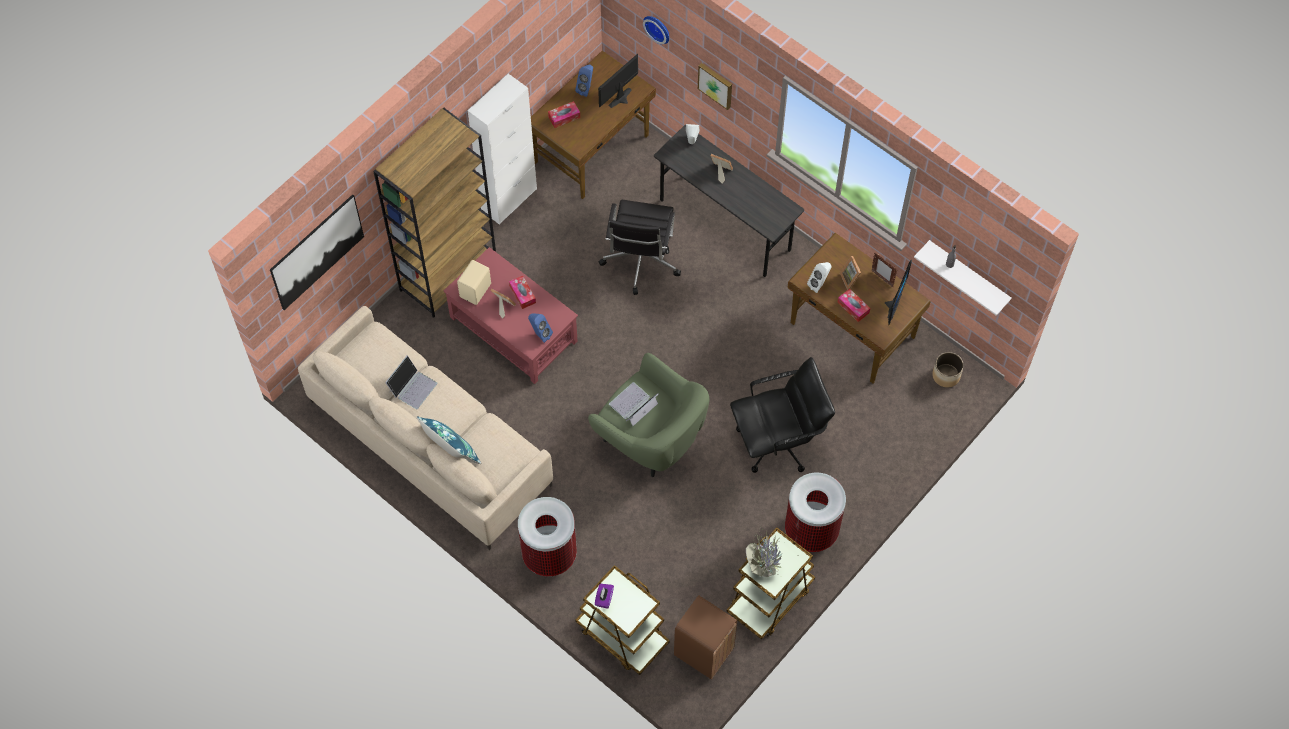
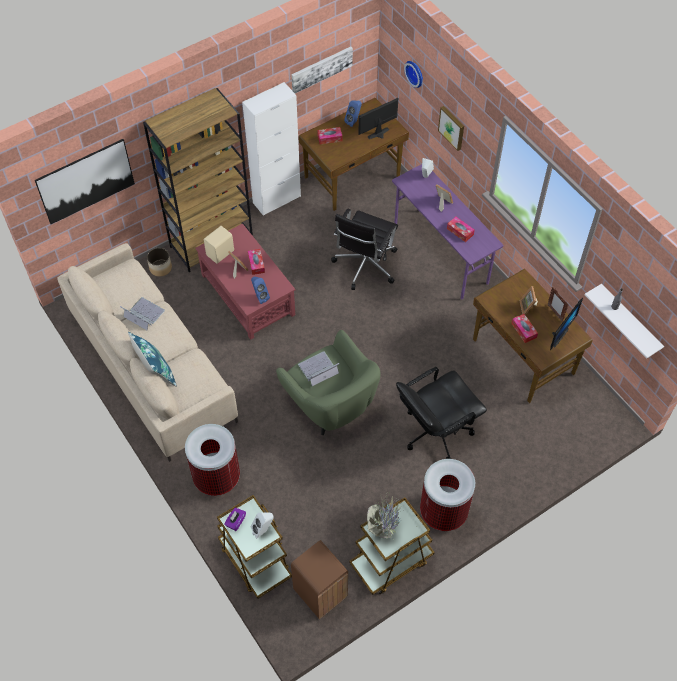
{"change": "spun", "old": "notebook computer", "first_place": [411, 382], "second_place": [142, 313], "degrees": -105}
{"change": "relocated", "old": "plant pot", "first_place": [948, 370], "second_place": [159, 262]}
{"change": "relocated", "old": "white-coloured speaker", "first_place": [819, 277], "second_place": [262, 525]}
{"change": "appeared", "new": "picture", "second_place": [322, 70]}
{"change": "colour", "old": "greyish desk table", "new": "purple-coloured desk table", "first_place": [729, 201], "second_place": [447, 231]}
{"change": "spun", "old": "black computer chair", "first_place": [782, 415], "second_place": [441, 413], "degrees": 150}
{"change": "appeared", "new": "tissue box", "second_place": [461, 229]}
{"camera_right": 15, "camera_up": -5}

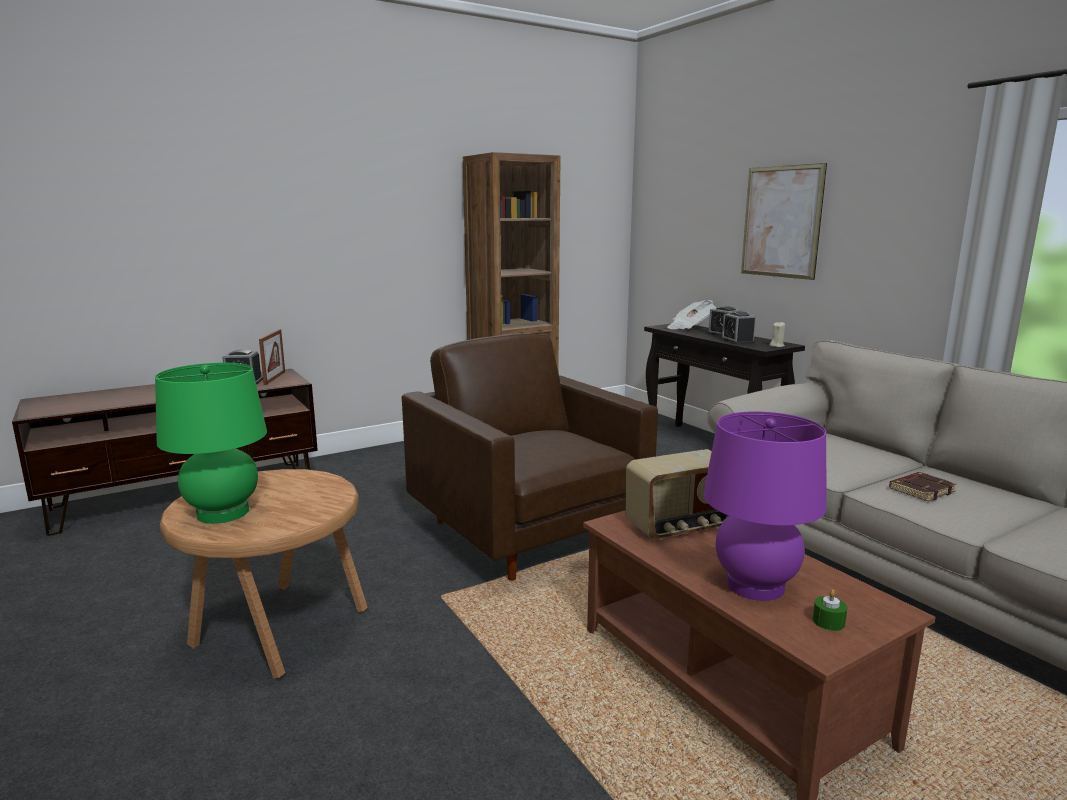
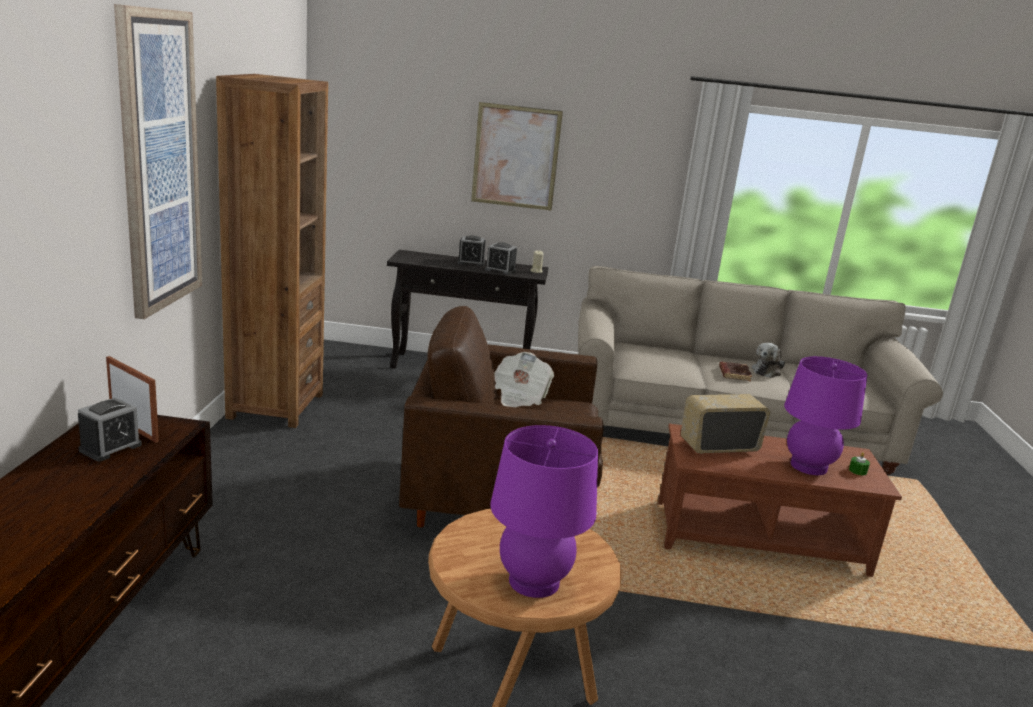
{"change": "appeared", "new": "picture", "second_place": [158, 161]}
{"change": "colour", "old": "greenish tabletop lamp", "new": "purple-coloured tabletop lamp", "first_place": [211, 443], "second_place": [544, 511]}
{"change": "relocated", "old": "daily paper", "first_place": [691, 314], "second_place": [524, 379]}
{"change": "spun", "old": "radio", "first_place": [677, 495], "second_place": [725, 424], "degrees": -120}
{"change": "appeared", "new": "soft toy", "second_place": [768, 360]}
{"camera_right": -55, "camera_up": 5}

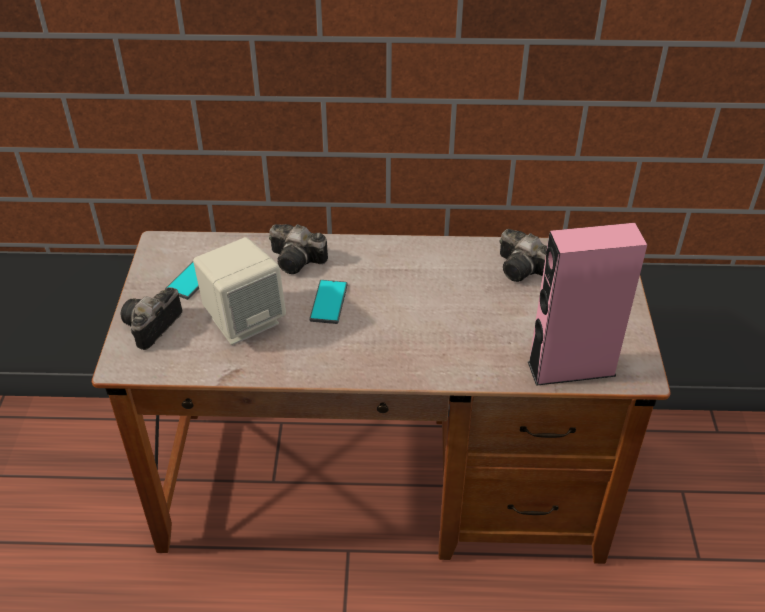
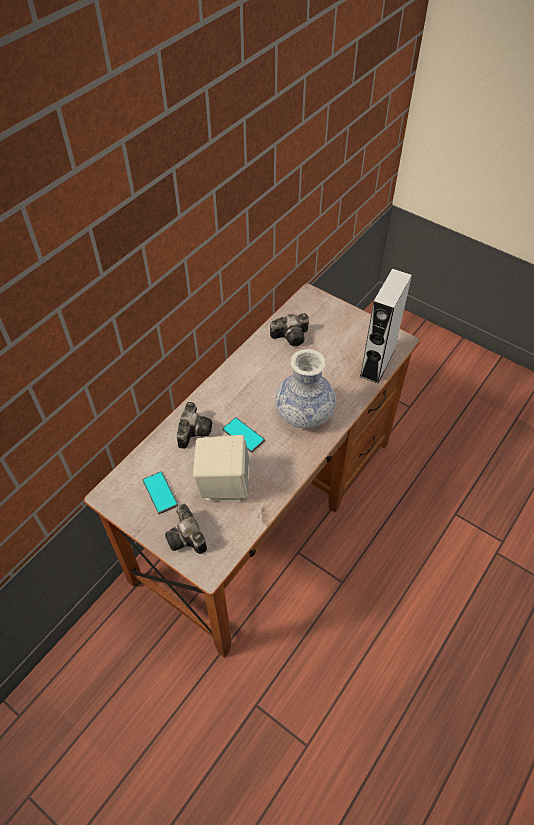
{"change": "spun", "old": "photo camera", "first_place": [298, 249], "second_place": [194, 425], "degrees": -45}
{"change": "appeared", "new": "flower vase", "second_place": [305, 389]}
{"change": "colour", "old": "pinkish speaker", "new": "greyish speaker", "first_place": [587, 304], "second_place": [386, 326]}
{"camera_right": -55, "camera_up": 10}

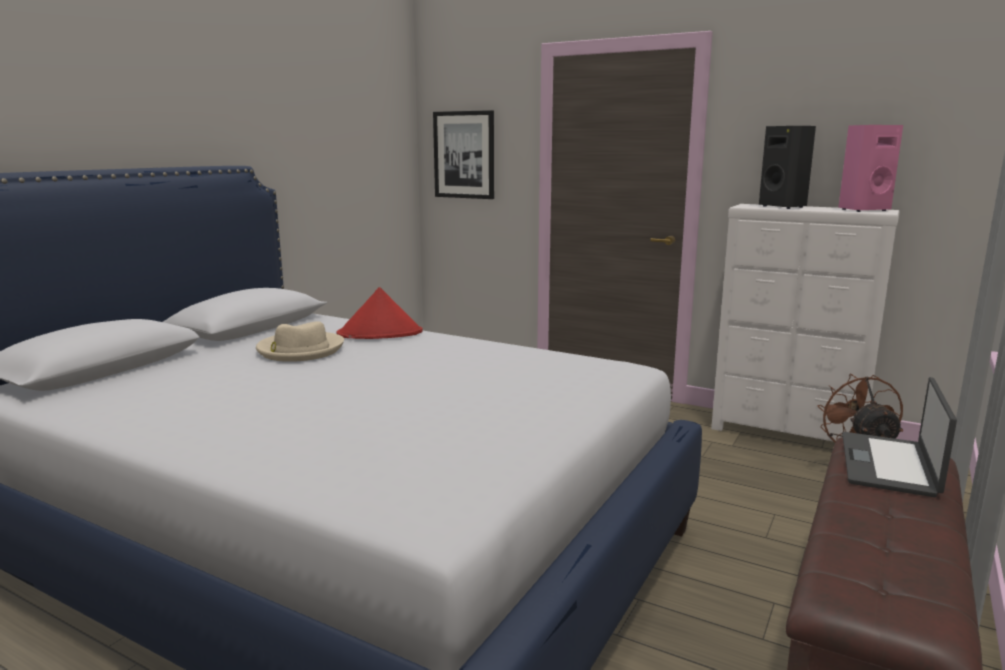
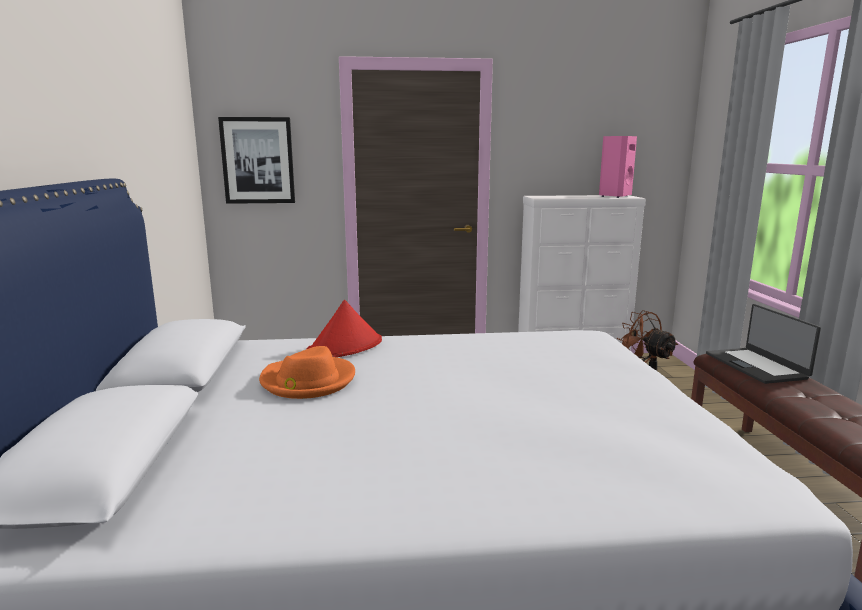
{"change": "colour", "old": "sand-coloured hat", "new": "orange hat", "first_place": [300, 341], "second_place": [307, 372]}
{"change": "missing", "old": "black speaker", "first_place": [787, 167]}
{"camera_right": -35, "camera_up": 0}

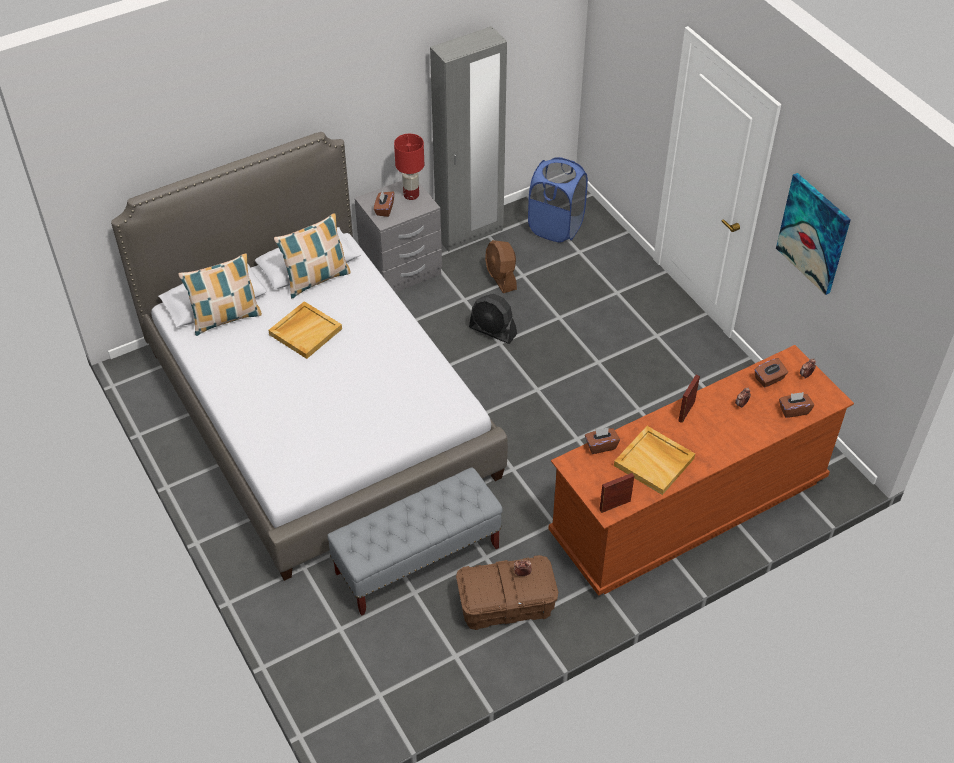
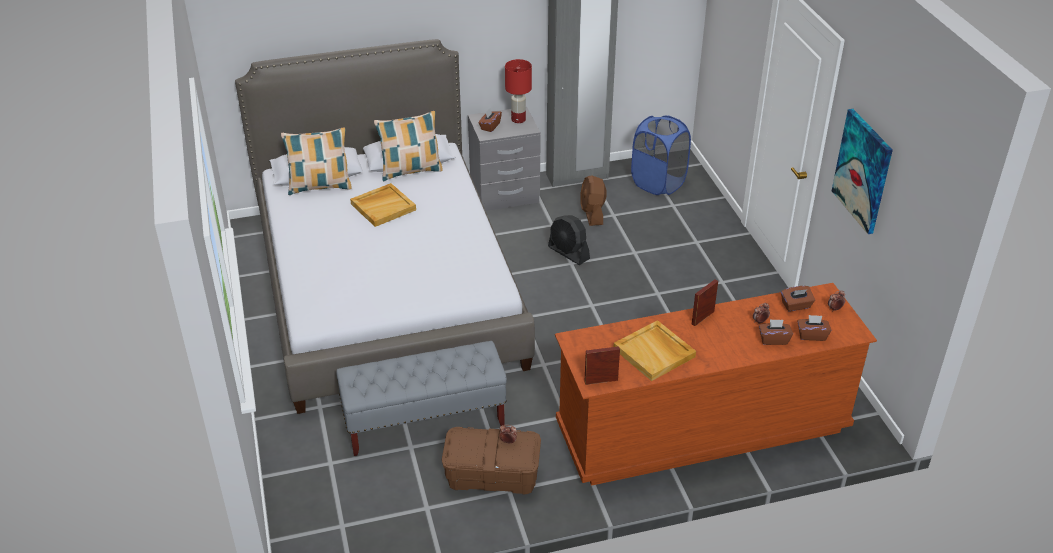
{"change": "relocated", "old": "brown tissue box", "first_place": [602, 440], "second_place": [776, 332]}
{"camera_right": 15, "camera_up": -10}

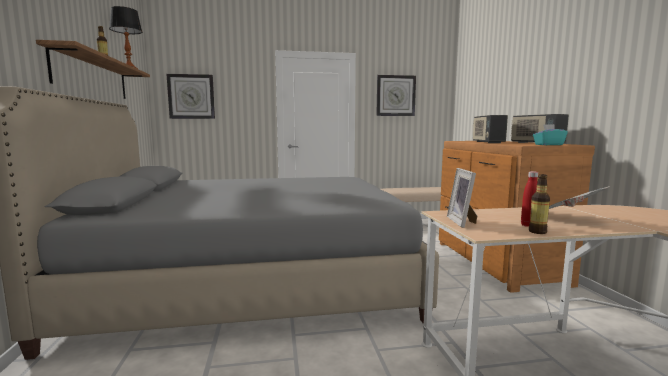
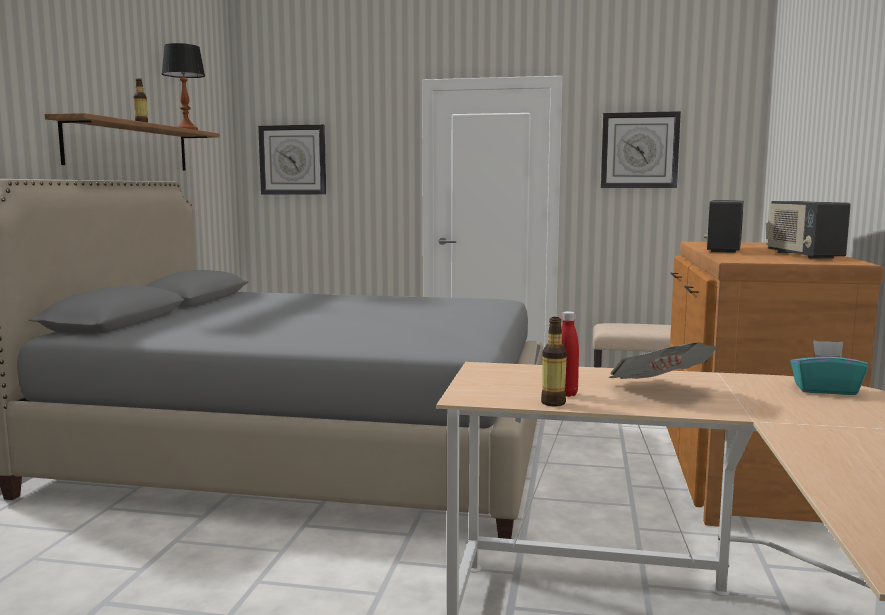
{"change": "relocated", "old": "turquoise tissue box", "first_place": [550, 134], "second_place": [829, 367]}
{"change": "missing", "old": "picture frame", "first_place": [462, 198]}
{"camera_right": 20, "camera_up": 0}

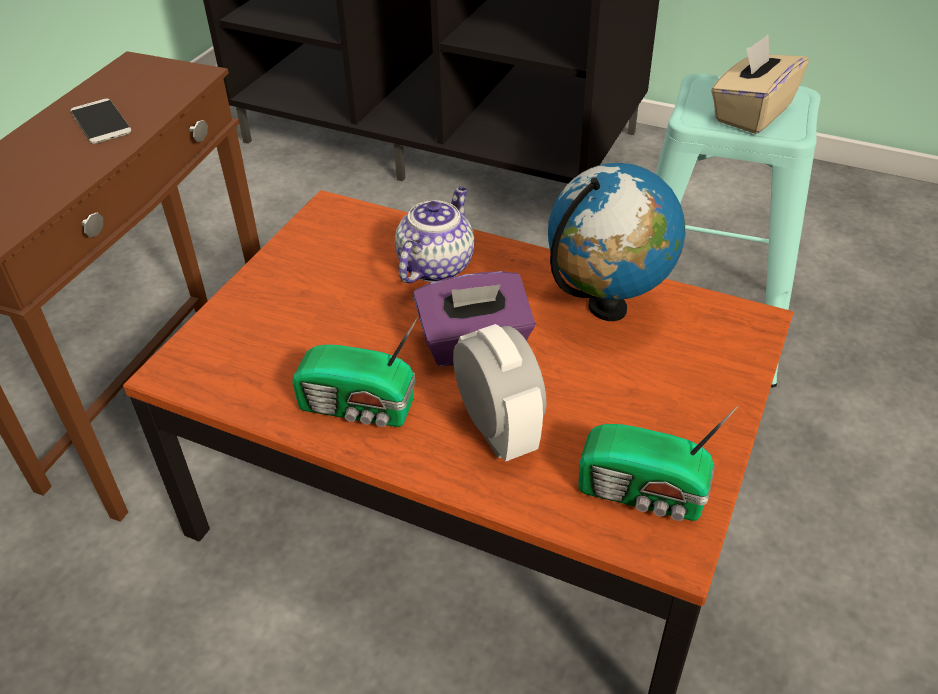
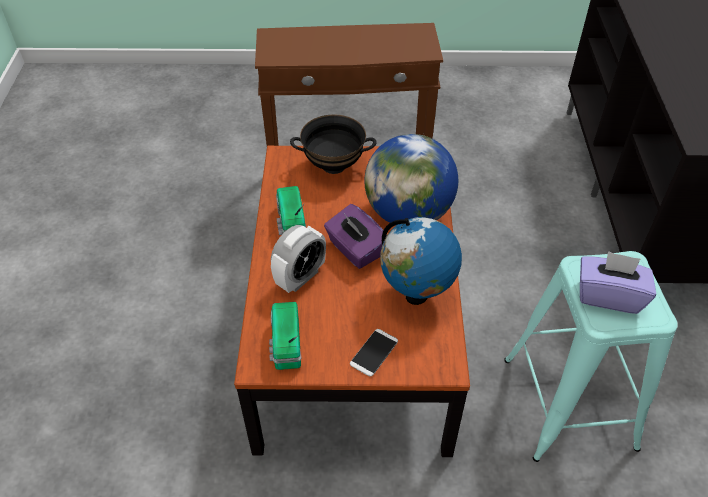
{"change": "appeared", "new": "black serving bowl", "second_place": [333, 144]}
{"change": "relocated", "old": "telephone", "first_place": [101, 121], "second_place": [374, 353]}
{"change": "exchanged", "old": "tea pot", "new": "world globe", "first_place": [434, 235], "second_place": [411, 179]}
{"change": "colour", "old": "sand-coloured tissue box", "new": "purple-coloured tissue box", "first_place": [760, 84], "second_place": [618, 282]}
{"camera_right": 65, "camera_up": 5}

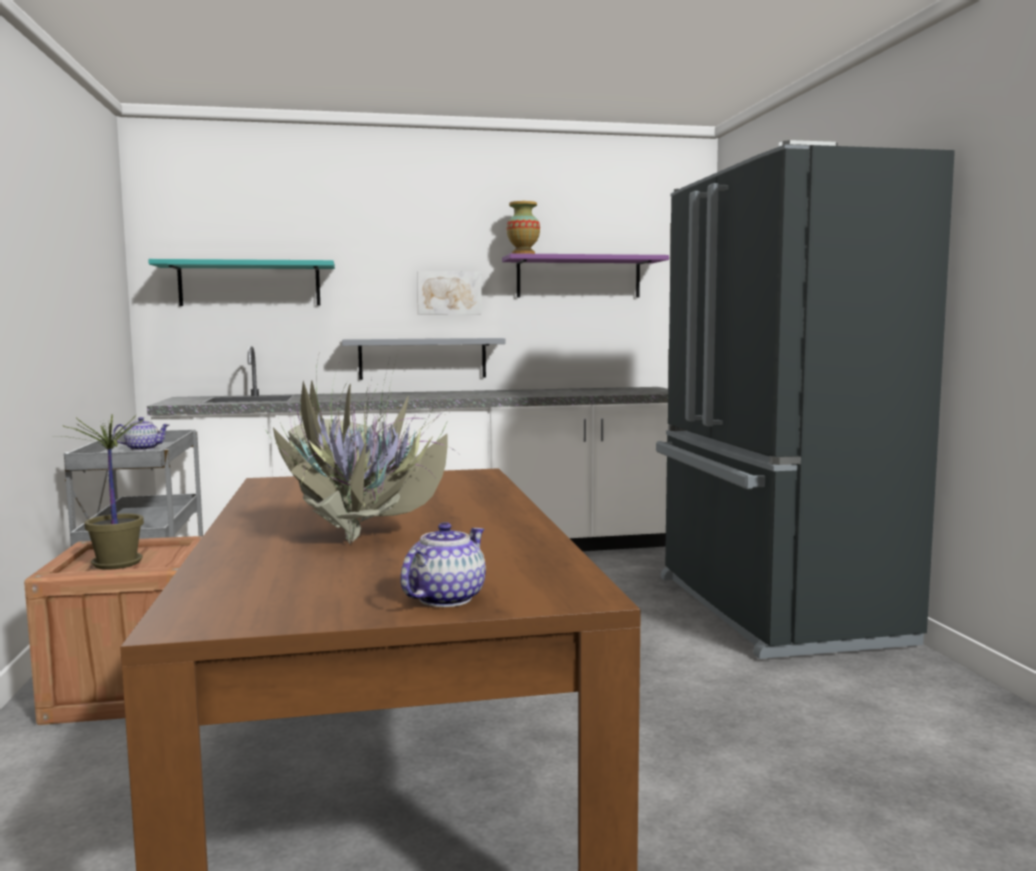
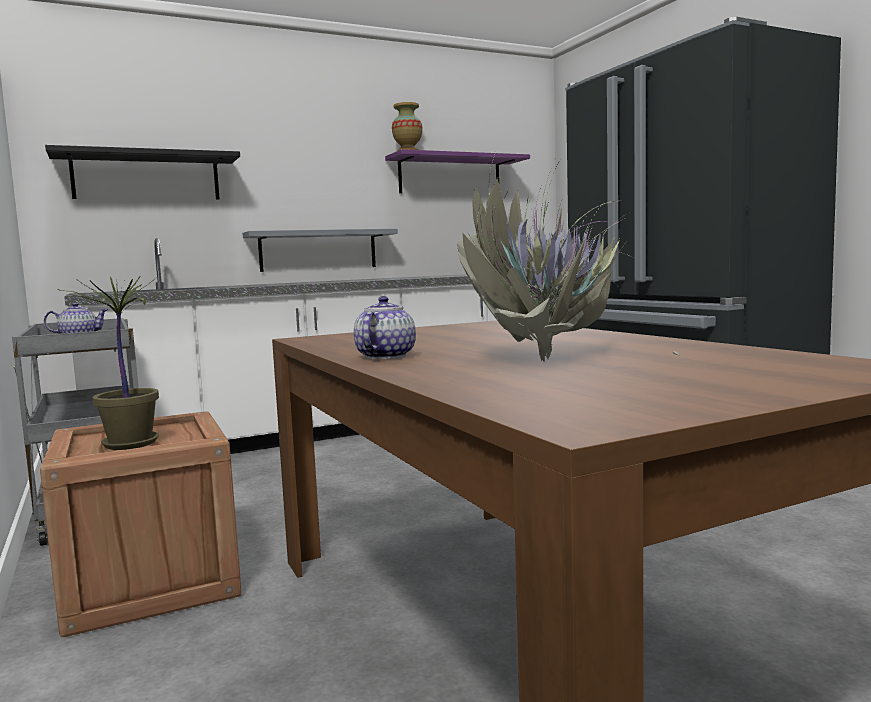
{"change": "colour", "old": "turquoise wall shelf", "new": "black wall shelf", "first_place": [241, 282], "second_place": [142, 172]}
{"change": "relocated", "old": "tea pot", "first_place": [443, 564], "second_place": [385, 327]}
{"change": "missing", "old": "picture", "first_place": [449, 293]}
{"camera_right": -15, "camera_up": 0}

